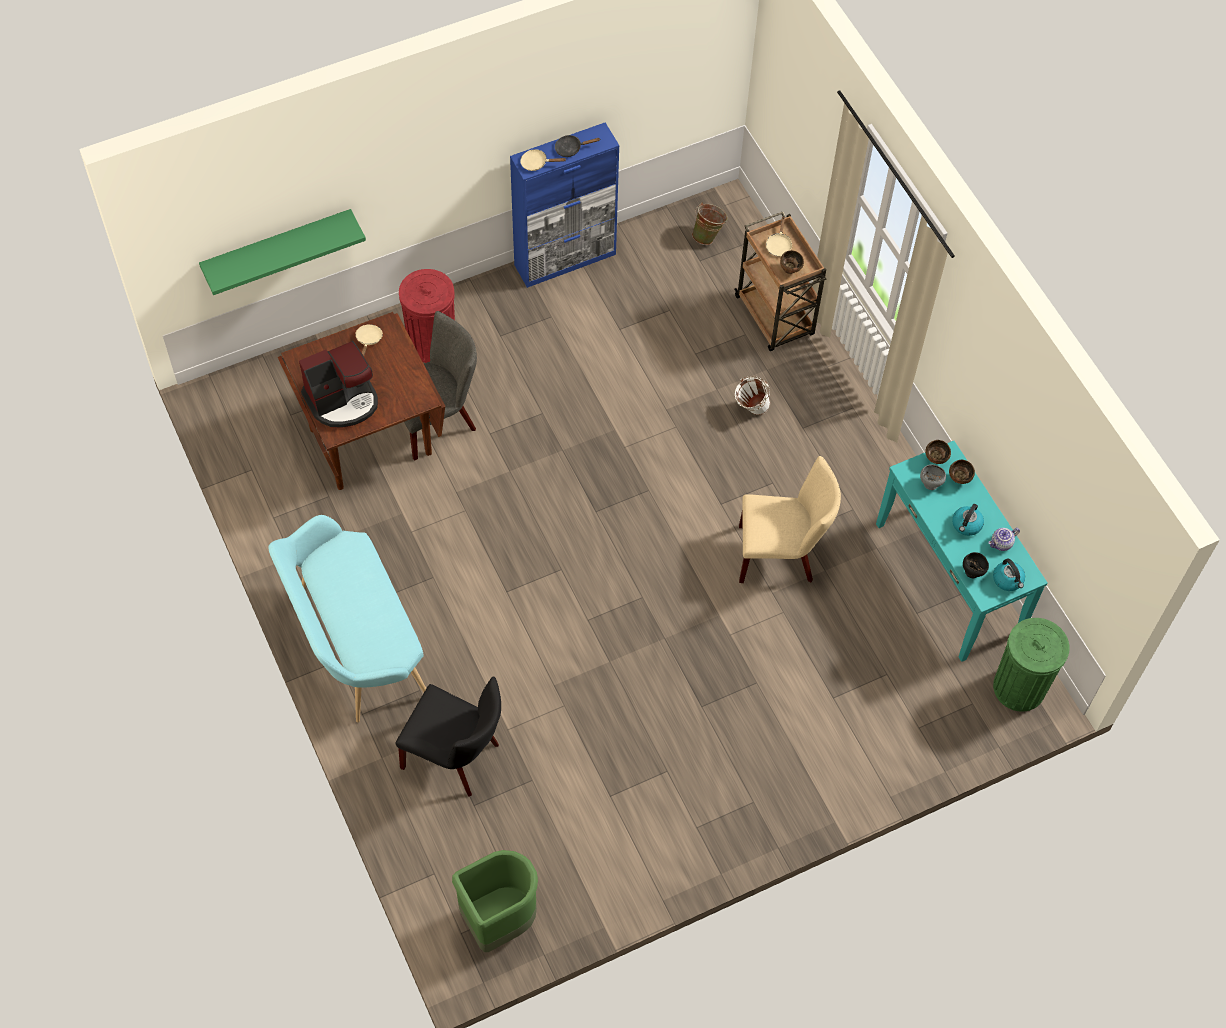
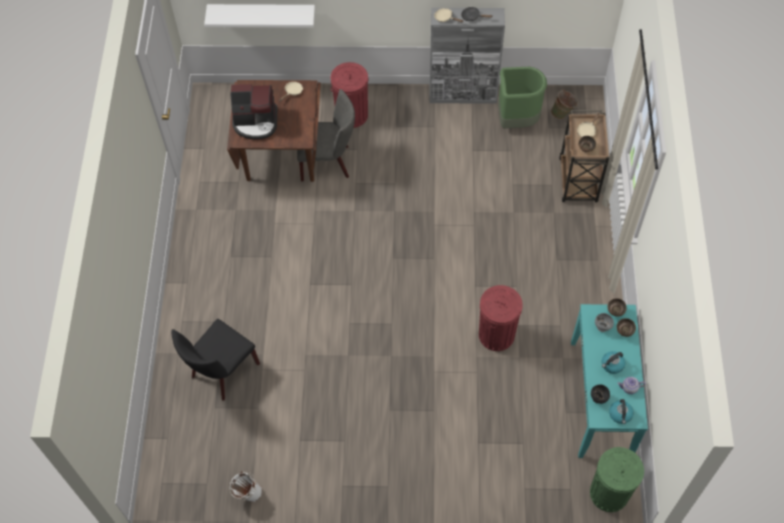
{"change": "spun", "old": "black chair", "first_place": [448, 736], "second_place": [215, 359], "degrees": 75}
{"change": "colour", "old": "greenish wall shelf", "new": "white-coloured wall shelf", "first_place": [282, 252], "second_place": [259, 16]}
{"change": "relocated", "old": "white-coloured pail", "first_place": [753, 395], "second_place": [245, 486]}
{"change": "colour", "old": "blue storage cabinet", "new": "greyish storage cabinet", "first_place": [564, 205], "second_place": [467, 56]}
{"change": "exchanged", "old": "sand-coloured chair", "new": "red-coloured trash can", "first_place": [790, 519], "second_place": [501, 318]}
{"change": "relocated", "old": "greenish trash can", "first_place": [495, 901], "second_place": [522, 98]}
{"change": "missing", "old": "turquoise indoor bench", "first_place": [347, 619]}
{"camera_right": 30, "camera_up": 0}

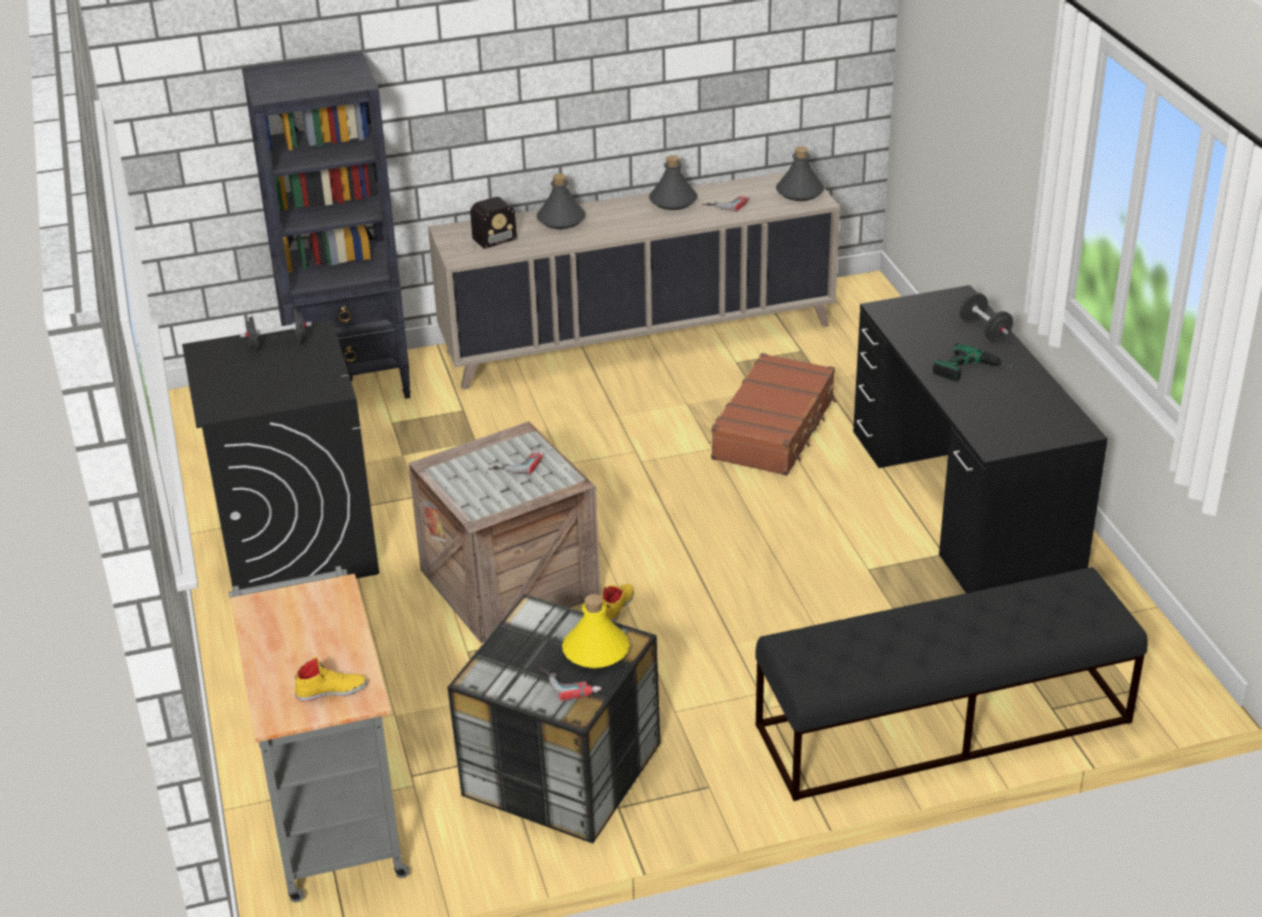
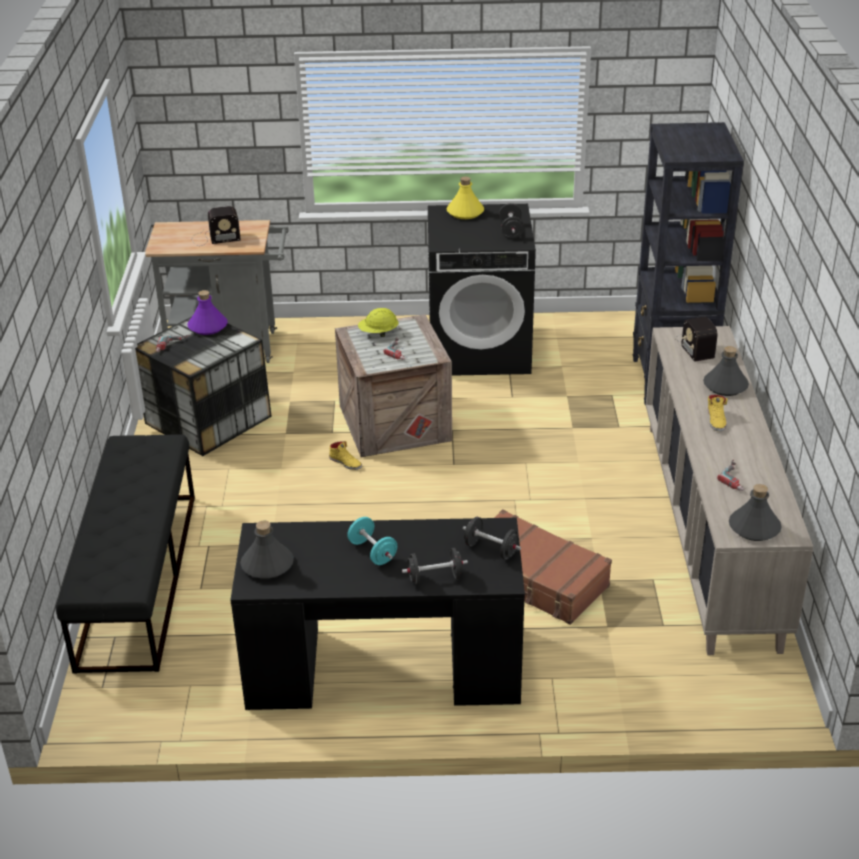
{"change": "appeared", "new": "purple-coloured beverage bottle", "second_place": [208, 312]}
{"change": "appeared", "new": "radio", "second_place": [216, 226]}
{"change": "relocated", "old": "greyish beverage bottle", "first_place": [673, 182], "second_place": [267, 550]}
{"change": "exchanged", "old": "drill", "new": "turquoise hand weight", "first_place": [972, 362], "second_place": [372, 541]}
{"change": "appeared", "new": "yellowish work helmet", "second_place": [378, 322]}
{"change": "relocated", "old": "yellowish beverage bottle", "first_place": [596, 631], "second_place": [465, 197]}
{"change": "appeared", "new": "black hand weight", "second_place": [492, 538]}
{"change": "relocated", "old": "yellowish shoe", "first_place": [331, 679], "second_place": [718, 412]}
{"camera_right": 105, "camera_up": 0}

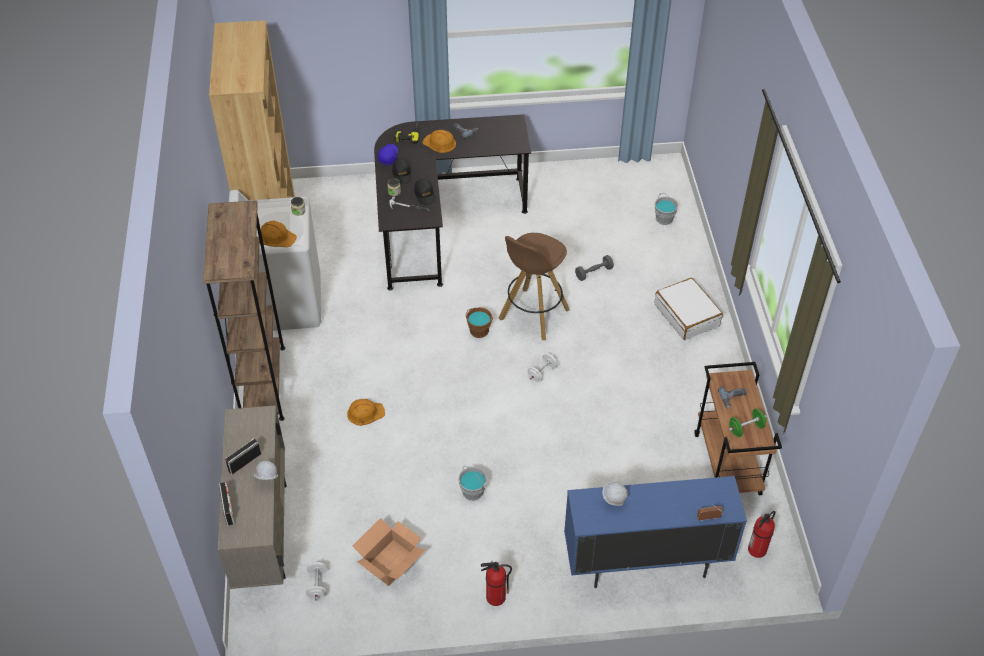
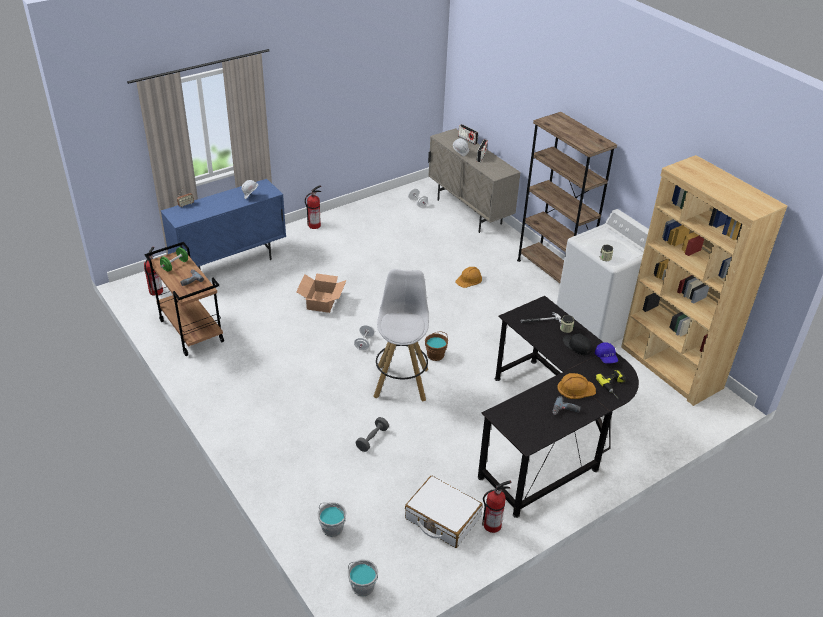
{"change": "relocated", "old": "packing box", "first_place": [389, 552], "second_place": [321, 293]}
{"change": "relocated", "old": "greyish pail", "first_place": [472, 483], "second_place": [363, 578]}
{"change": "colour", "old": "brown sitting stool", "new": "white-coloured sitting stool", "first_place": [534, 286], "second_place": [401, 335]}
{"change": "relocated", "old": "white-coloured travel case", "first_place": [689, 308], "second_place": [444, 512]}
{"change": "appeared", "new": "fire extinguisher", "second_place": [497, 506]}
{"change": "missing", "old": "orange work helmet", "first_place": [279, 234]}
{"change": "missing", "old": "black baseball cap", "first_place": [424, 192]}
{"camera_right": 150, "camera_up": -10}

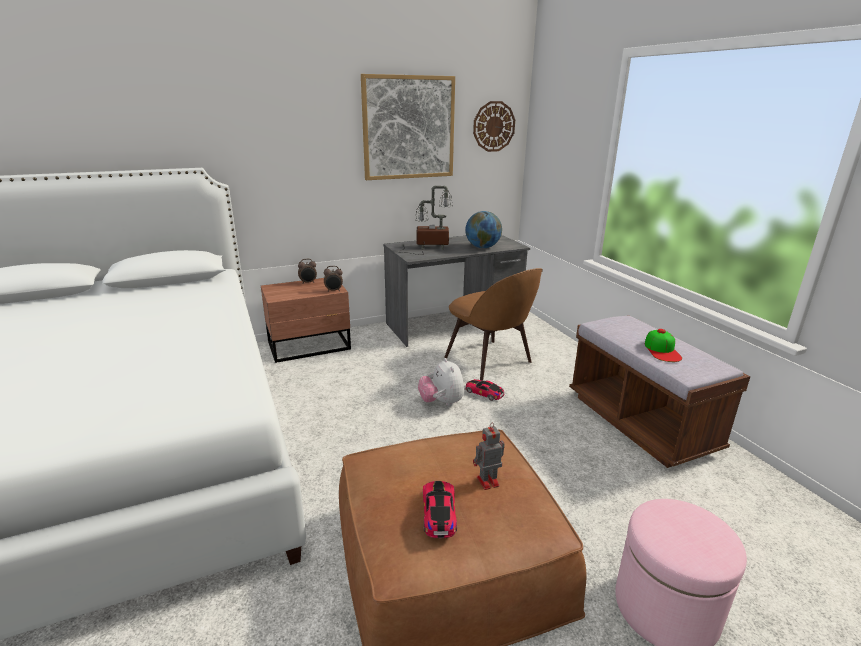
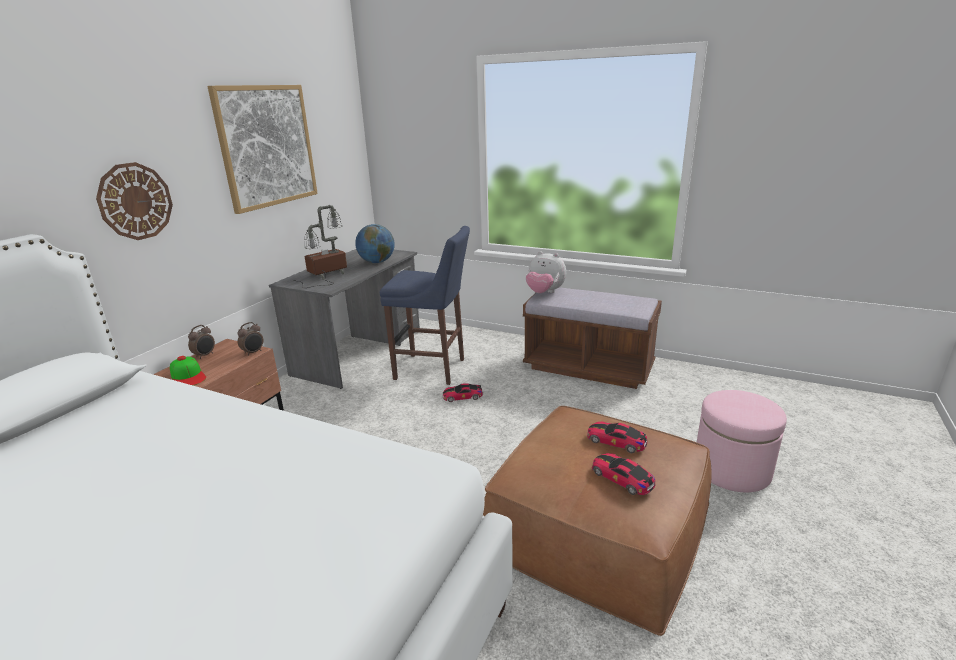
{"change": "relocated", "old": "wall clock", "first_place": [494, 126], "second_place": [134, 201]}
{"change": "relocated", "old": "baseball cap", "first_place": [663, 345], "second_place": [188, 371]}
{"change": "exchanged", "old": "brown chair", "new": "blue sitting stool", "first_place": [493, 324], "second_place": [425, 305]}
{"change": "relocated", "old": "soft toy", "first_place": [441, 382], "second_place": [546, 272]}
{"change": "exchanged", "old": "robot figure", "new": "toy car", "first_place": [488, 456], "second_place": [617, 437]}
{"camera_right": -40, "camera_up": 0}

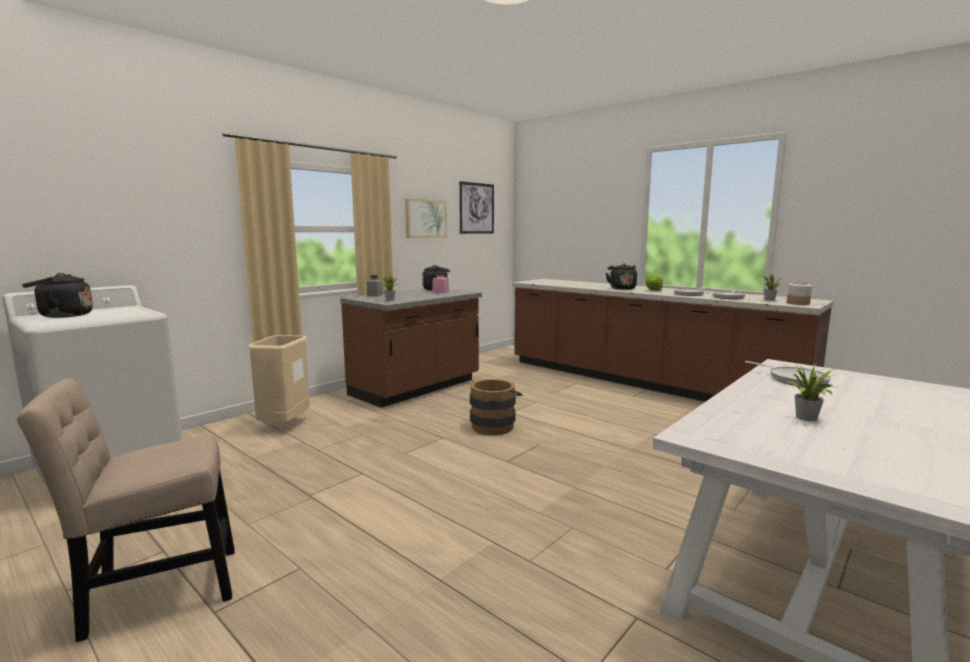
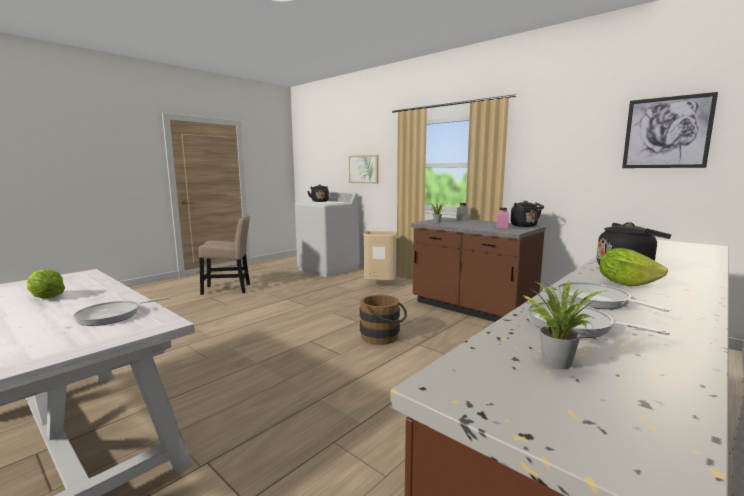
{"change": "exchanged", "old": "houseplant", "new": "lettuce", "first_place": [808, 392], "second_place": [46, 284]}
{"change": "spun", "old": "sand-coloured chair", "first_place": [126, 510], "second_place": [224, 255], "degrees": 105}
{"change": "relocated", "old": "picture", "first_place": [426, 218], "second_place": [363, 169]}
{"change": "missing", "old": "jar", "first_place": [799, 293]}
{"camera_right": 90, "camera_up": 0}

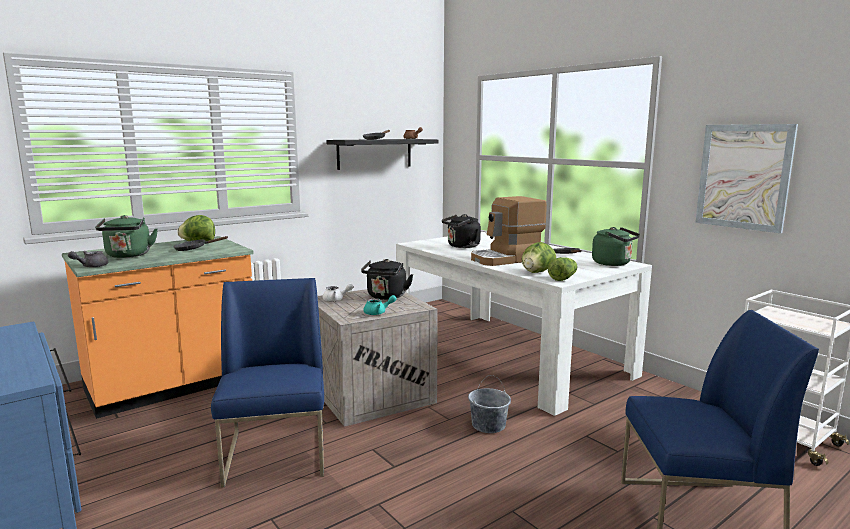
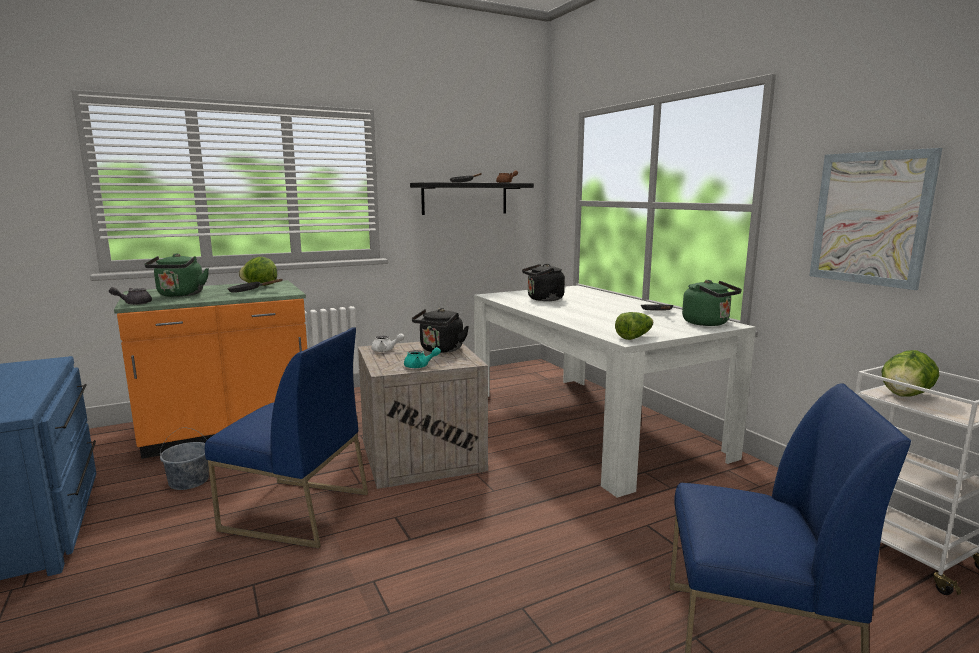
{"change": "relocated", "old": "greyish pail", "first_place": [489, 404], "second_place": [184, 458]}
{"change": "spun", "old": "blue chair", "first_place": [267, 383], "second_place": [286, 437], "degrees": 105}
{"change": "relocated", "old": "lettuce", "first_place": [539, 257], "second_place": [910, 373]}
{"change": "missing", "old": "coffee brewer", "first_place": [509, 231]}
{"camera_right": 10, "camera_up": 0}

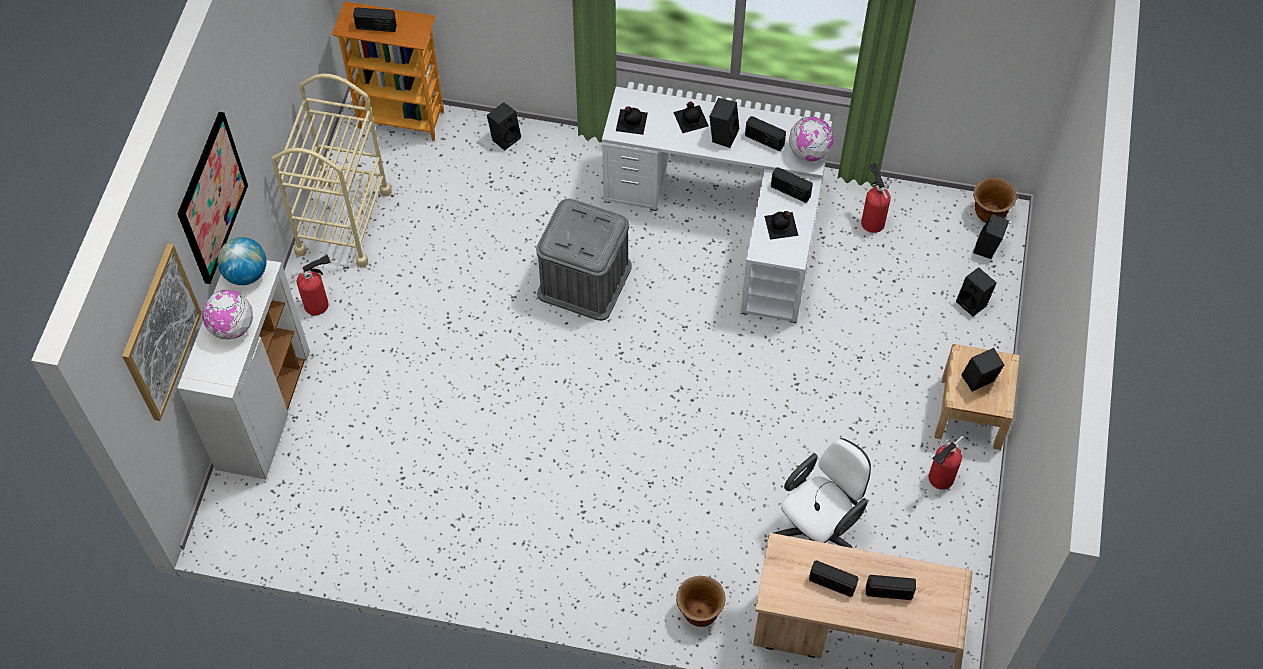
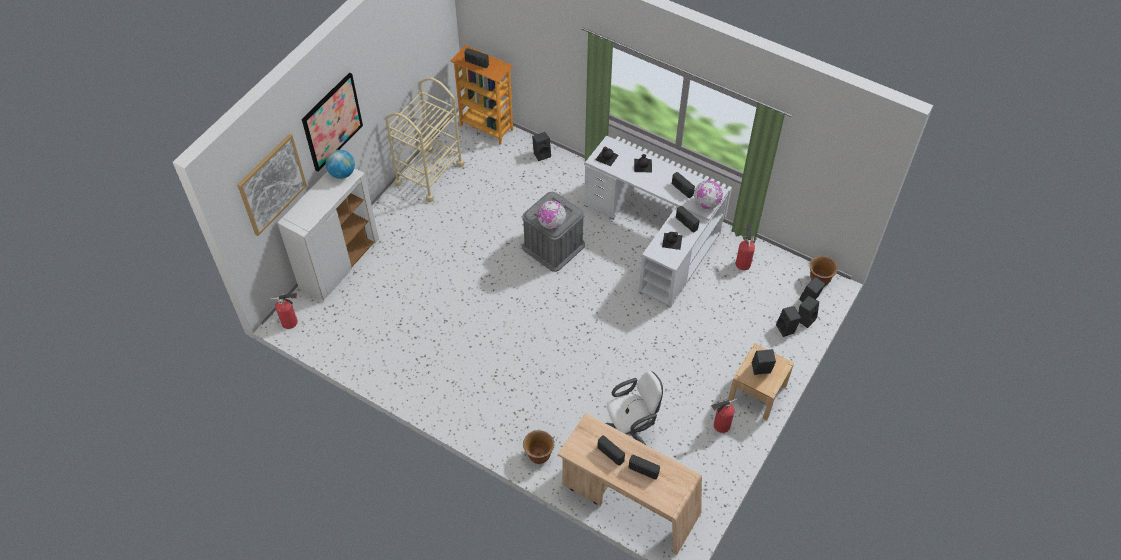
{"change": "relocated", "old": "fire extinguisher", "first_place": [311, 285], "second_place": [284, 311]}
{"change": "relocated", "old": "world globe", "first_place": [227, 315], "second_place": [552, 215]}
{"change": "relocated", "old": "black speaker", "first_place": [724, 123], "second_place": [809, 312]}
{"camera_right": 20, "camera_up": -5}

